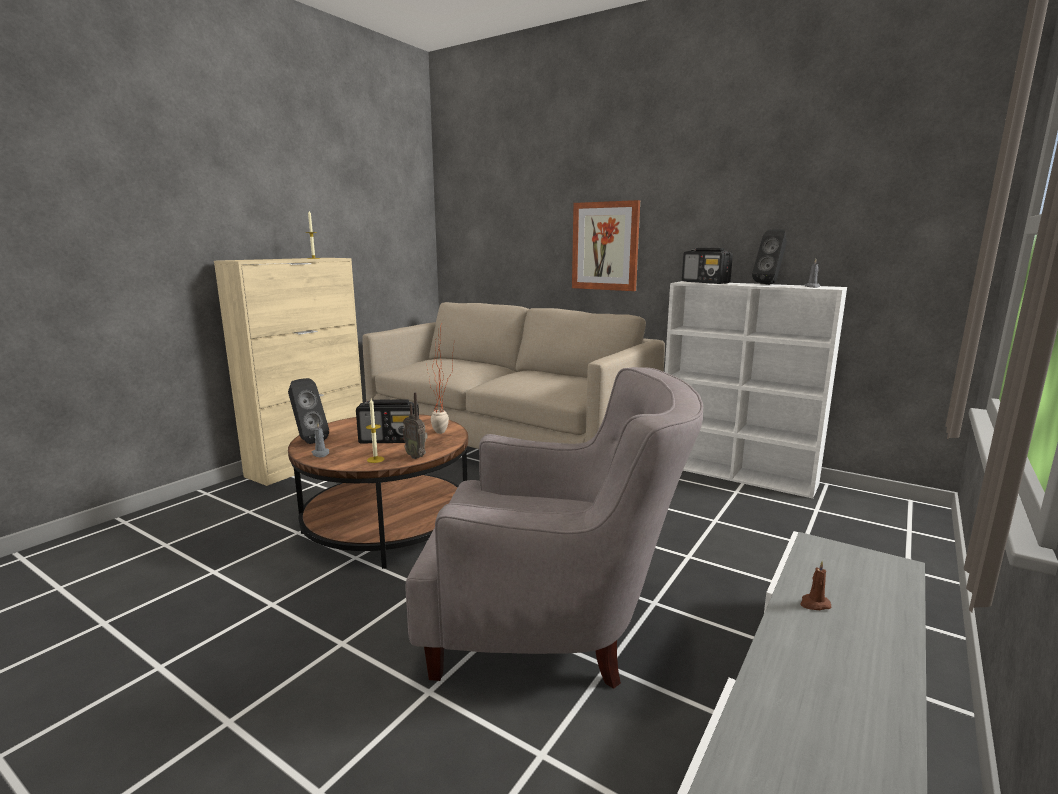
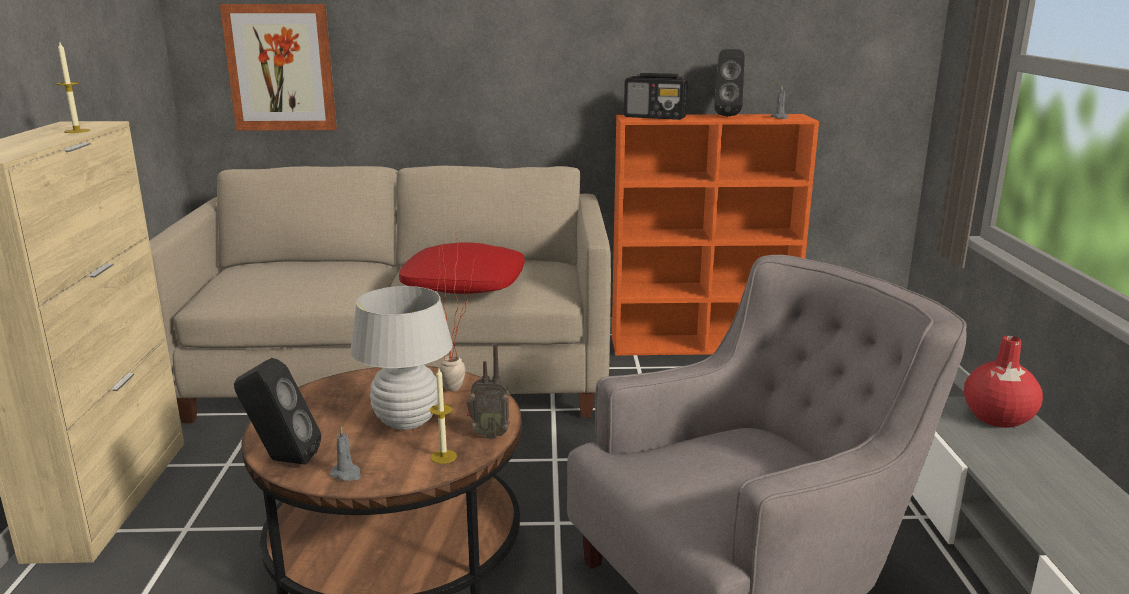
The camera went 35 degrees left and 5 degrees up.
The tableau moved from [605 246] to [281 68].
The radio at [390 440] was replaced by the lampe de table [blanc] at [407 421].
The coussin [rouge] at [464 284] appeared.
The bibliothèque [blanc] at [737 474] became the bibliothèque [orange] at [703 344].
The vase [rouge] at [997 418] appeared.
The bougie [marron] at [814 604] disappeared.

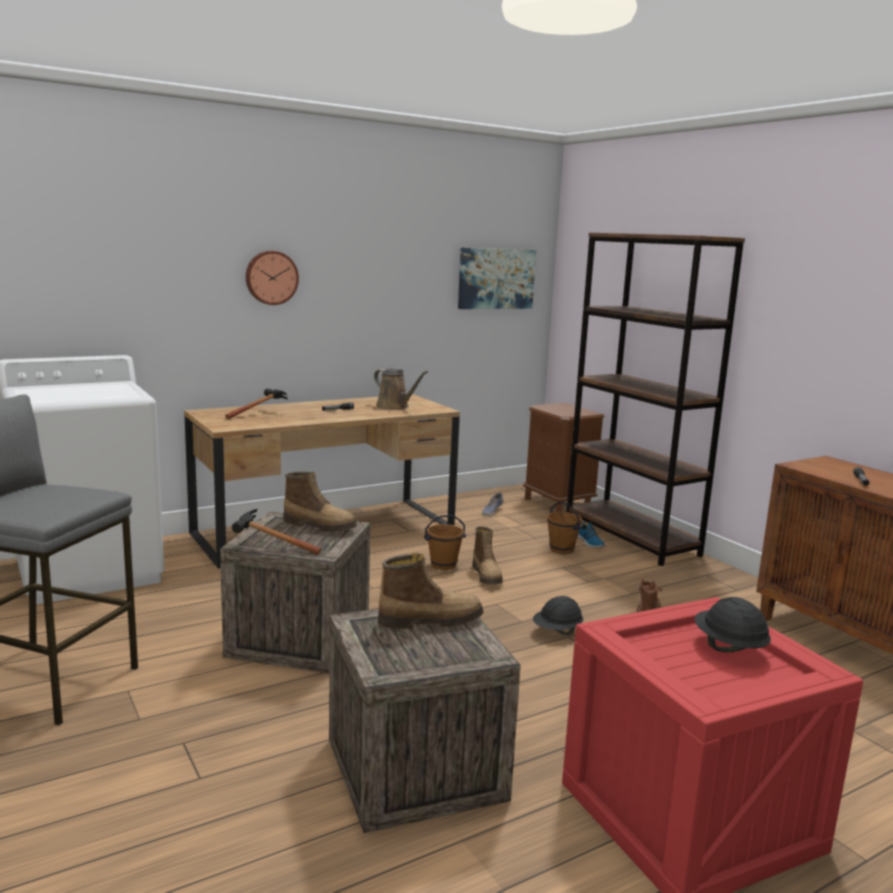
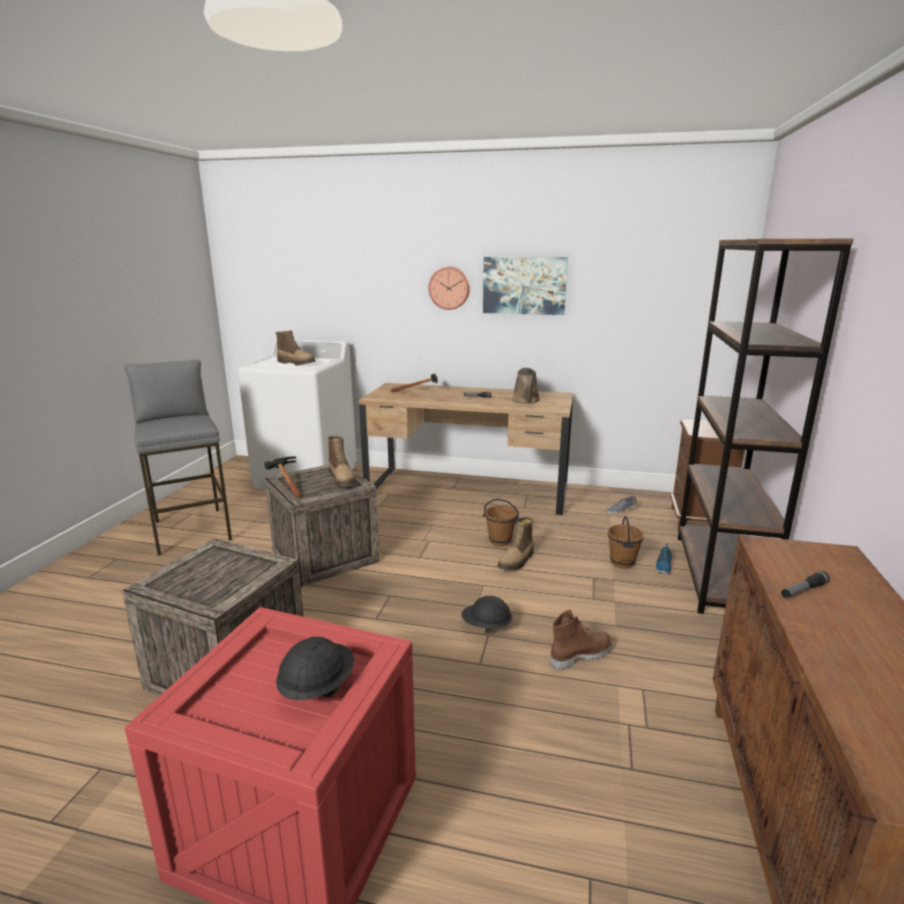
The camera went 45 degrees right and 5 degrees up.
The botte moved from [430 620] to [297 363].
The tableau moved from [496 278] to [524 285].

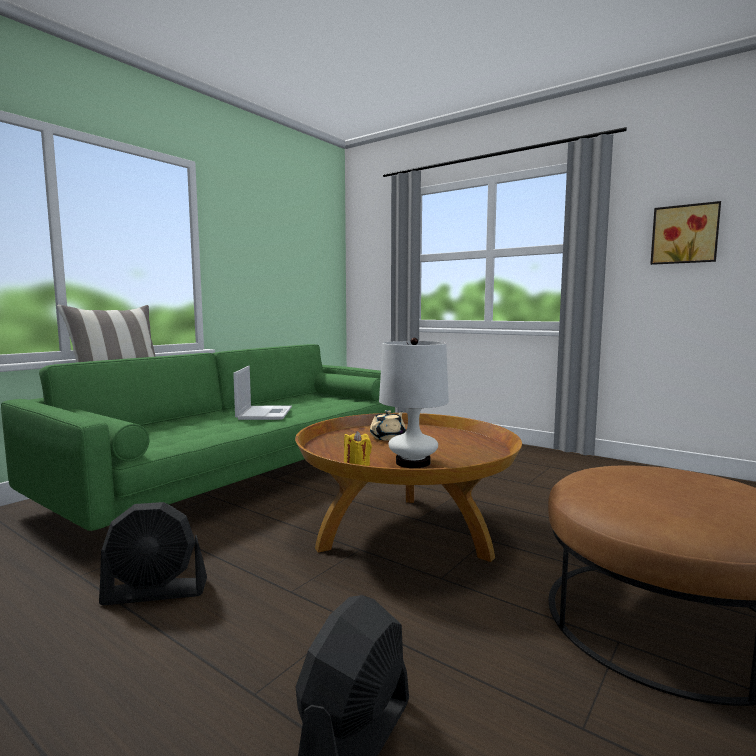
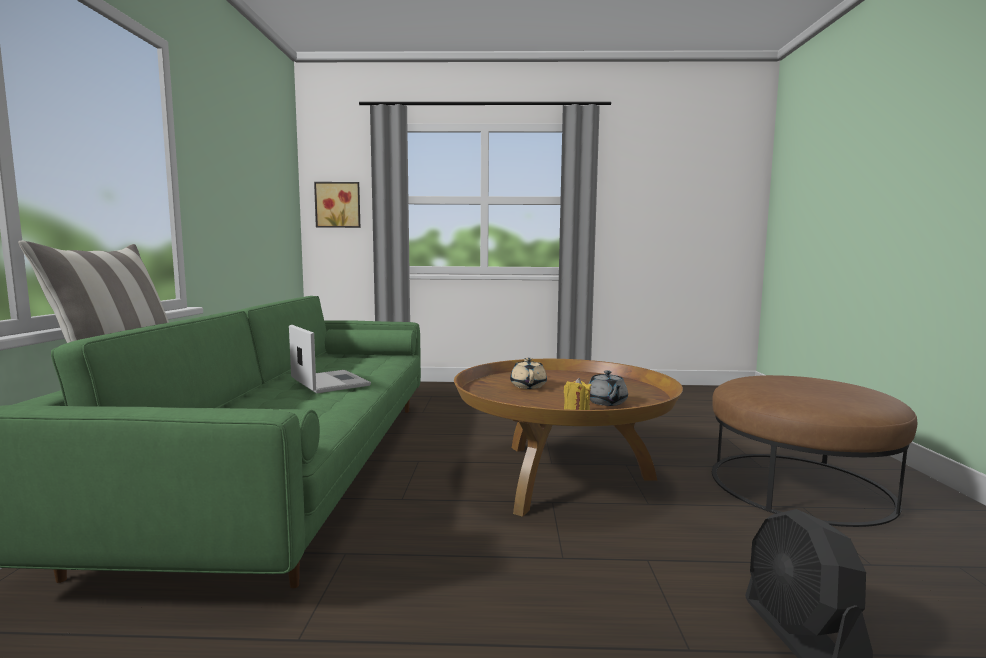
The camera went 35 degrees left and 0 degrees up.
The tableau moved from [684 234] to [338 205].
The lampe de table [blanc] at [413 463] was replaced by the théière [gris] at [606 402].
The ventilateur [noir] at [156 592] disappeared.

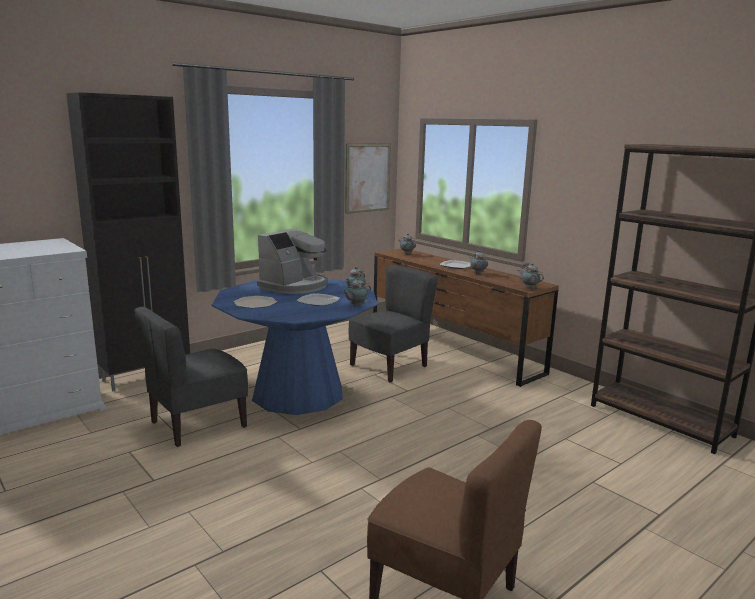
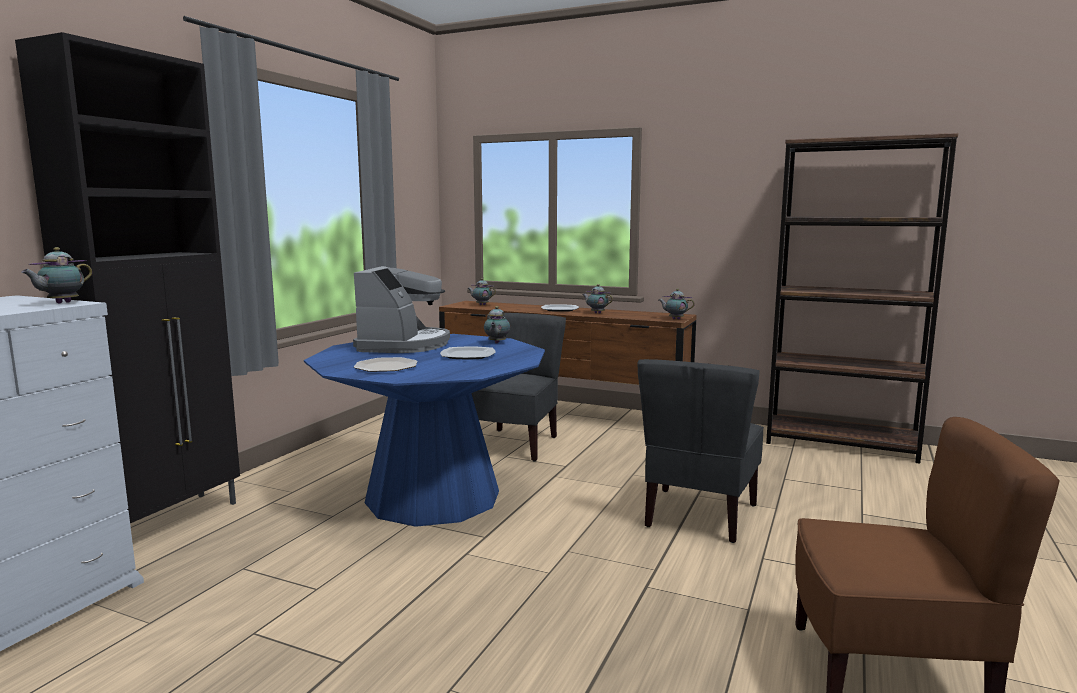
The camera went 25 degrees left and 5 degrees down.
The théière moved from [356 306] to [61 303].
The chaise [gris] moved from [197 424] to [699 515].
The tableau at [368 178] disappeared.

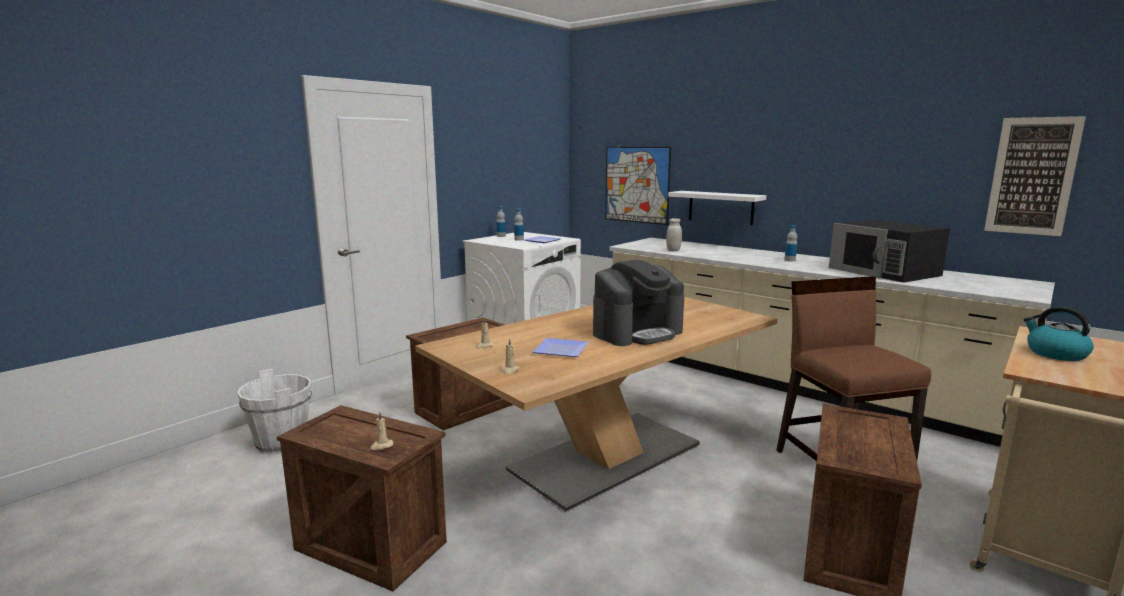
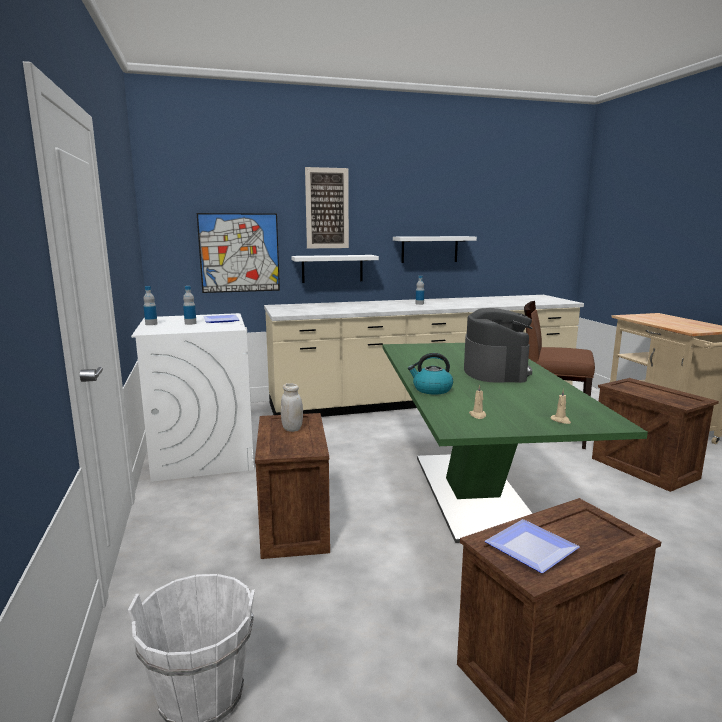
The camera went 55 degrees left and 0 degrees up.
The bocal [blanc] moved from [673 250] to [292 429].
The tableau moved from [1032 176] to [327 208].
The table à manger [beige] at [606 458] became the table à manger [vert] at [473 493].
The étagère [blanc] at [429 249] appeared.
The bouilloire moved from [1055 354] to [431 390].
The assiette moved from [560 349] to [528 548].
The bougie [beige] at [381 446] disappeared.
The micro-ondes [noir] at [884 272] disappeared.

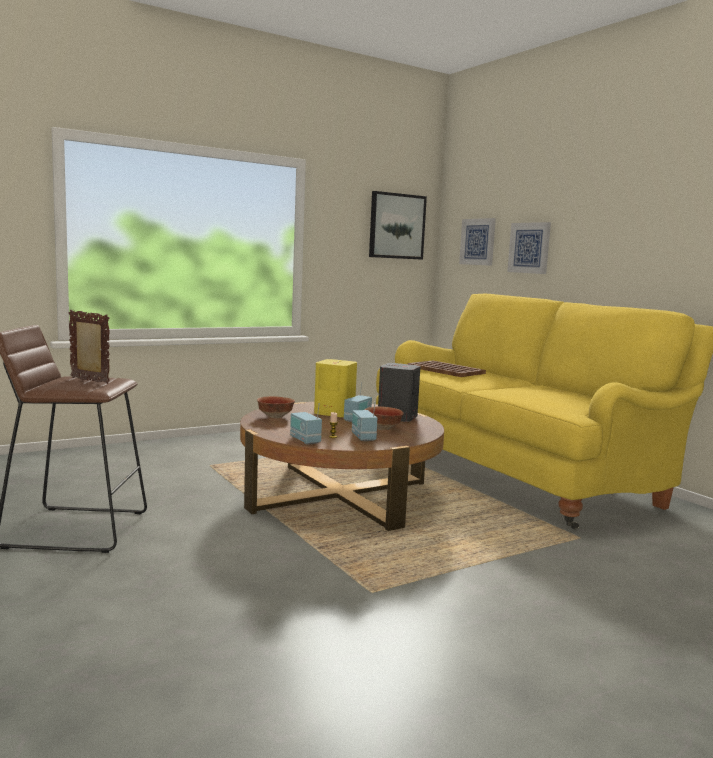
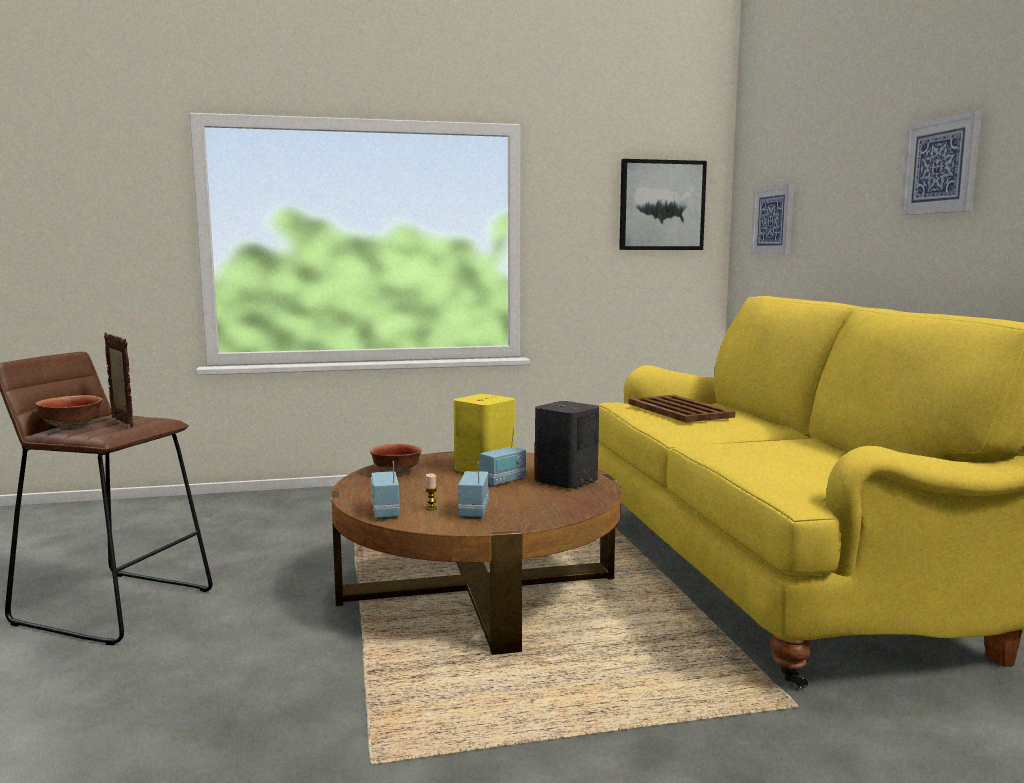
The camera went 20 degrees right and 0 degrees up.
The bol moved from [383 428] to [73 428].
The tableau moved from [529 248] to [941 166].

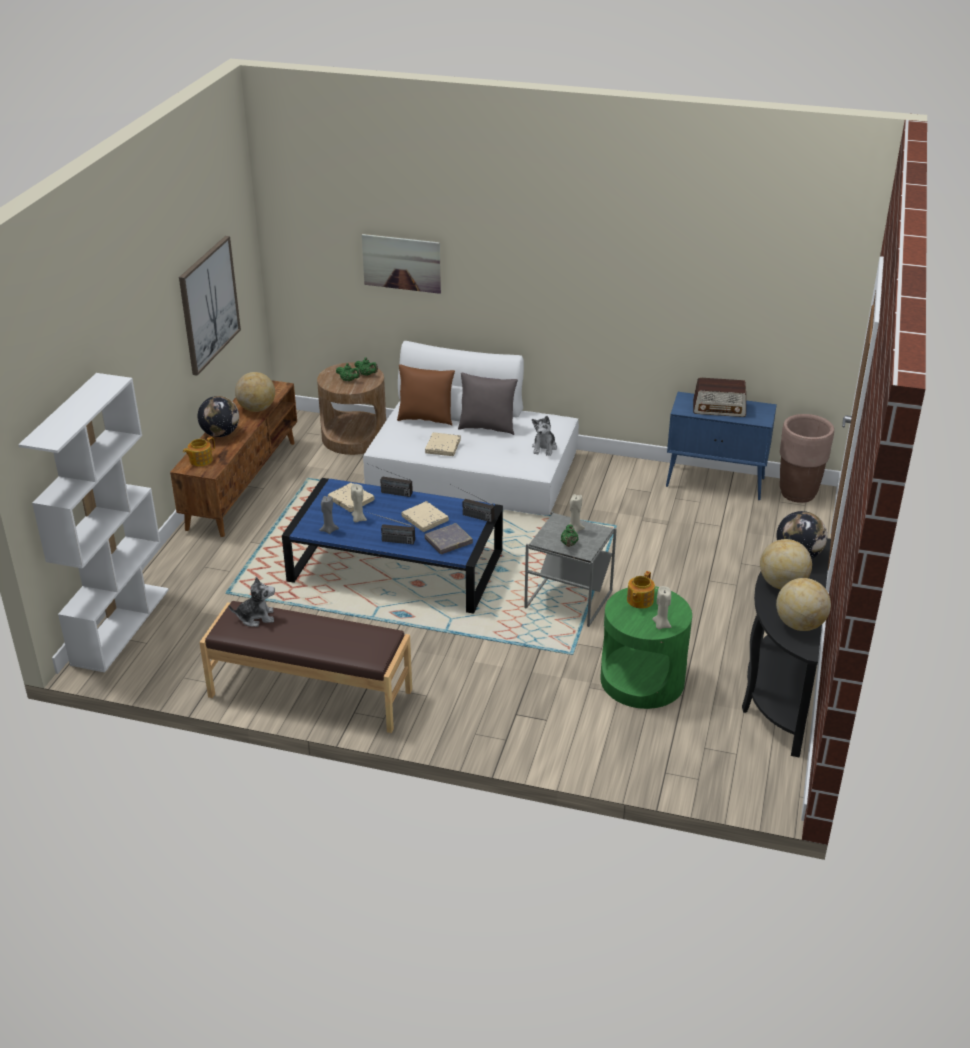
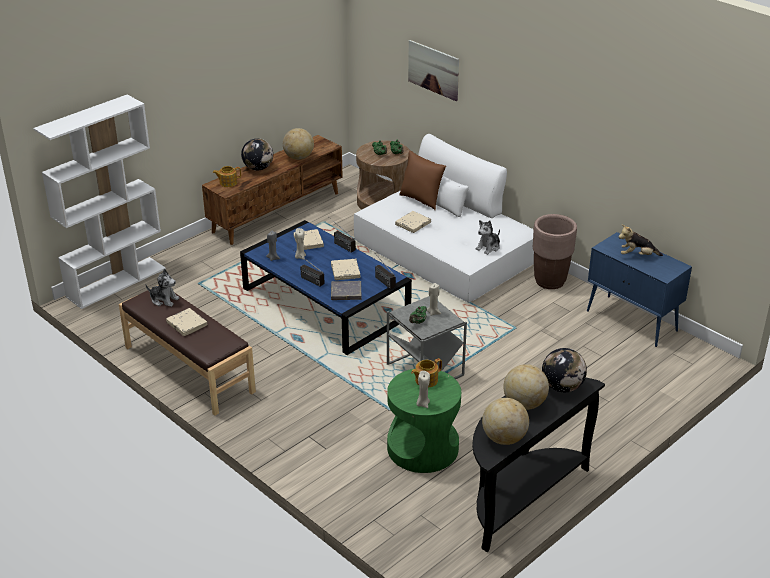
The camera went 30 degrees right and 0 degrees up.
The livre [beige] at [187 324] appeared.
The cache-pot [marron] moved from [798 493] to [550 281].
The radio at [719 409] was replaced by the peluche at [637 255].
The tableau at [209 304] disappeared.
The coussin [gris] at [487 427] disappeared.

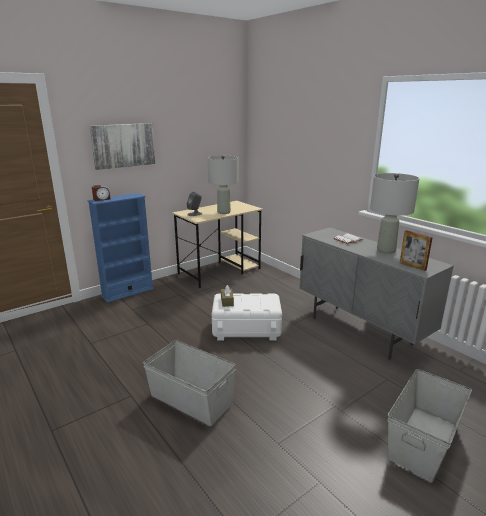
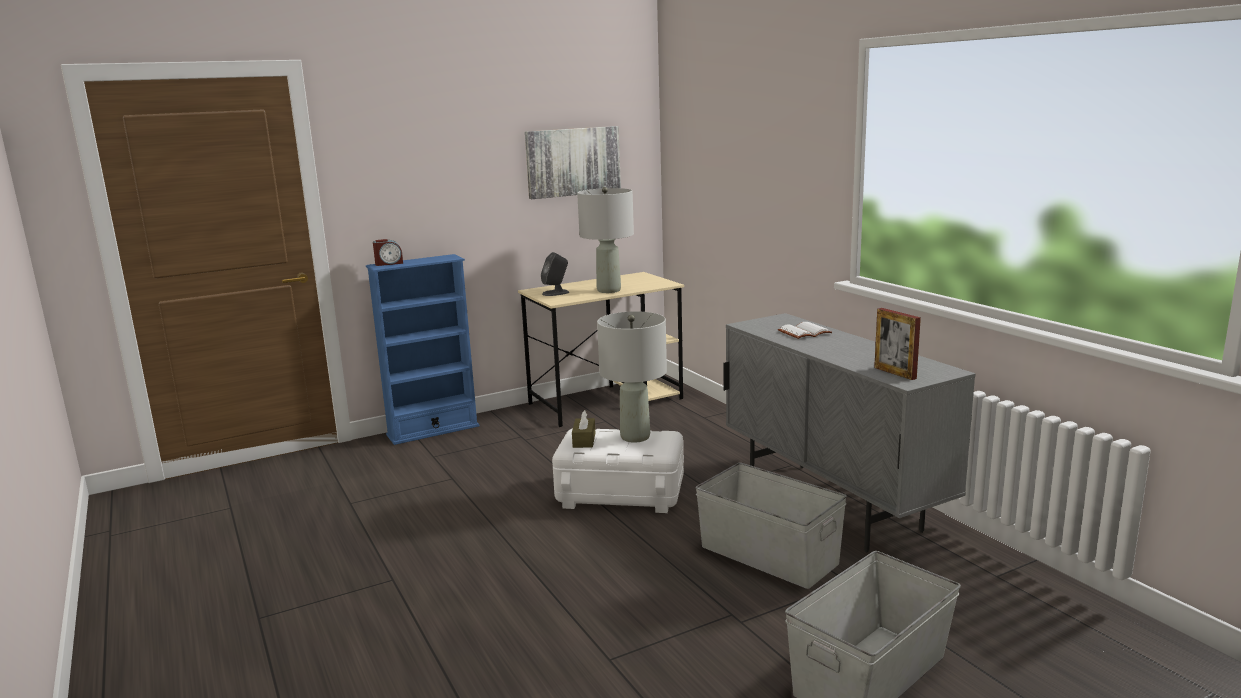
The camera went 10 degrees right and 5 degrees down.
The tableau moved from [123 145] to [573 161].
The lampe de table [gris] moved from [386 250] to [634 437].
The boîte de rangement [gris] moved from [191 399] to [769 555].

